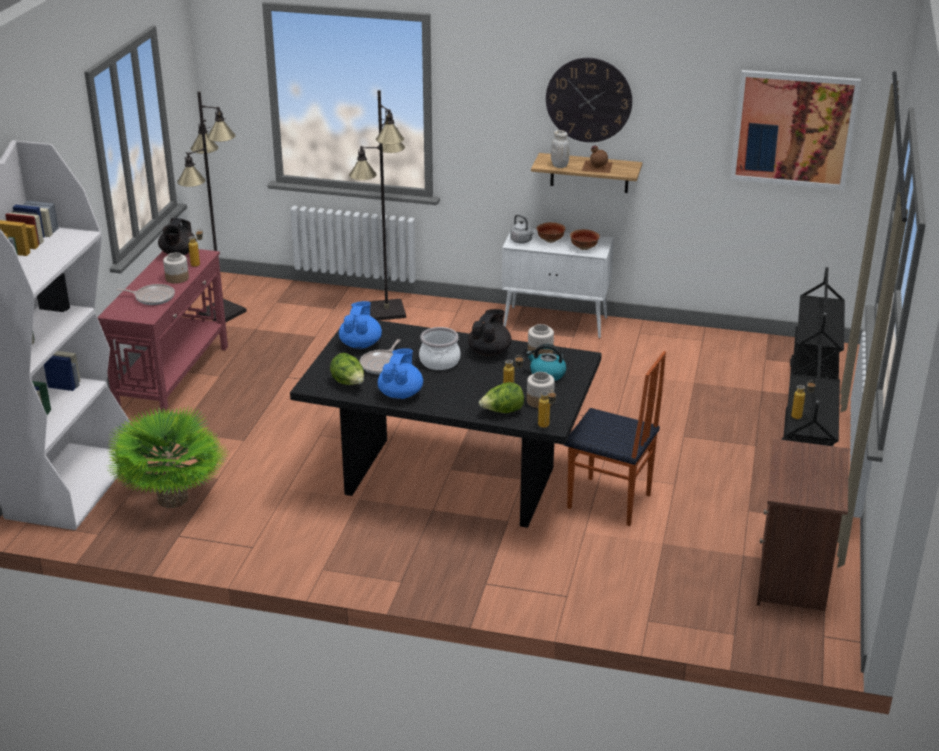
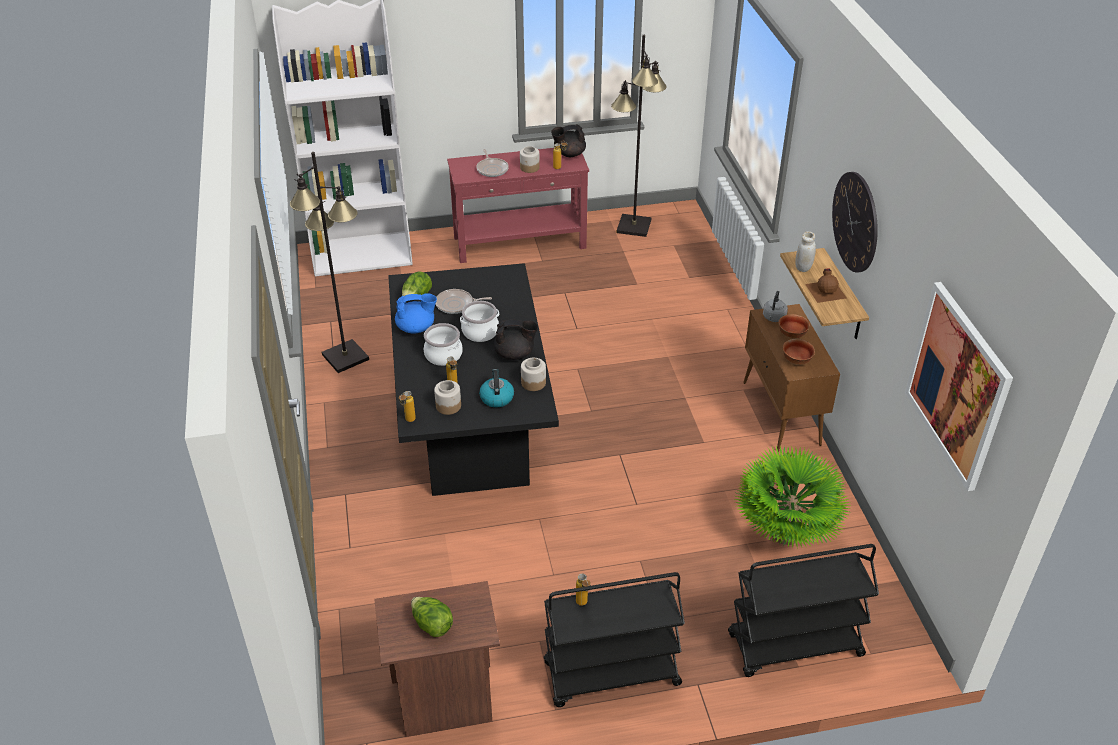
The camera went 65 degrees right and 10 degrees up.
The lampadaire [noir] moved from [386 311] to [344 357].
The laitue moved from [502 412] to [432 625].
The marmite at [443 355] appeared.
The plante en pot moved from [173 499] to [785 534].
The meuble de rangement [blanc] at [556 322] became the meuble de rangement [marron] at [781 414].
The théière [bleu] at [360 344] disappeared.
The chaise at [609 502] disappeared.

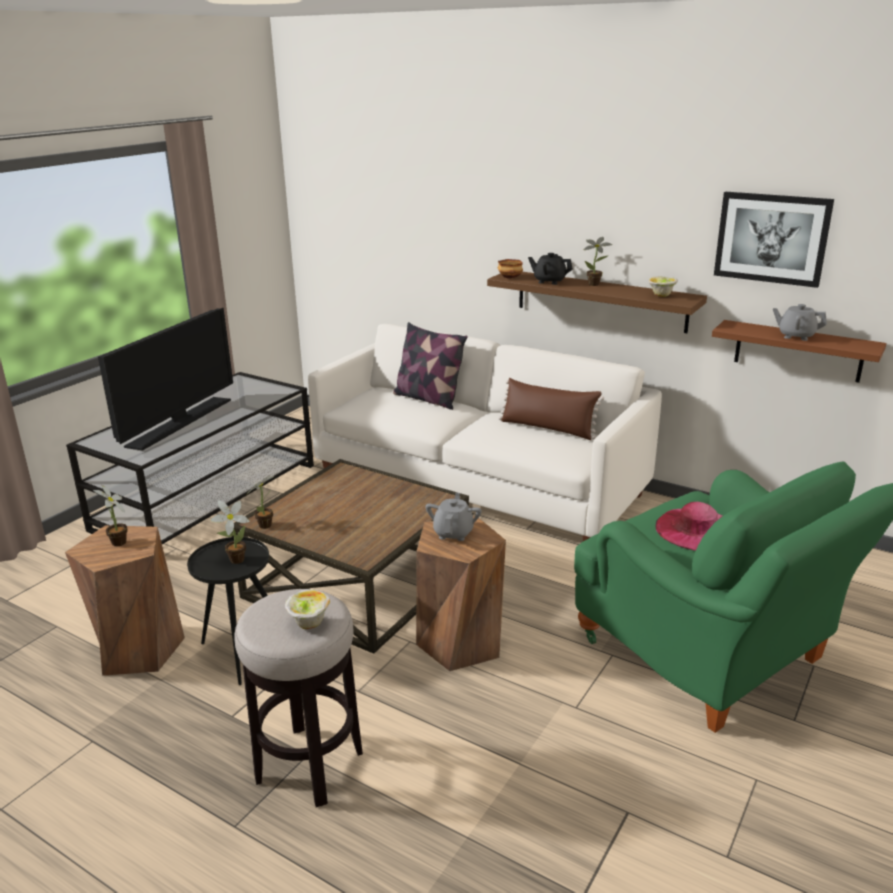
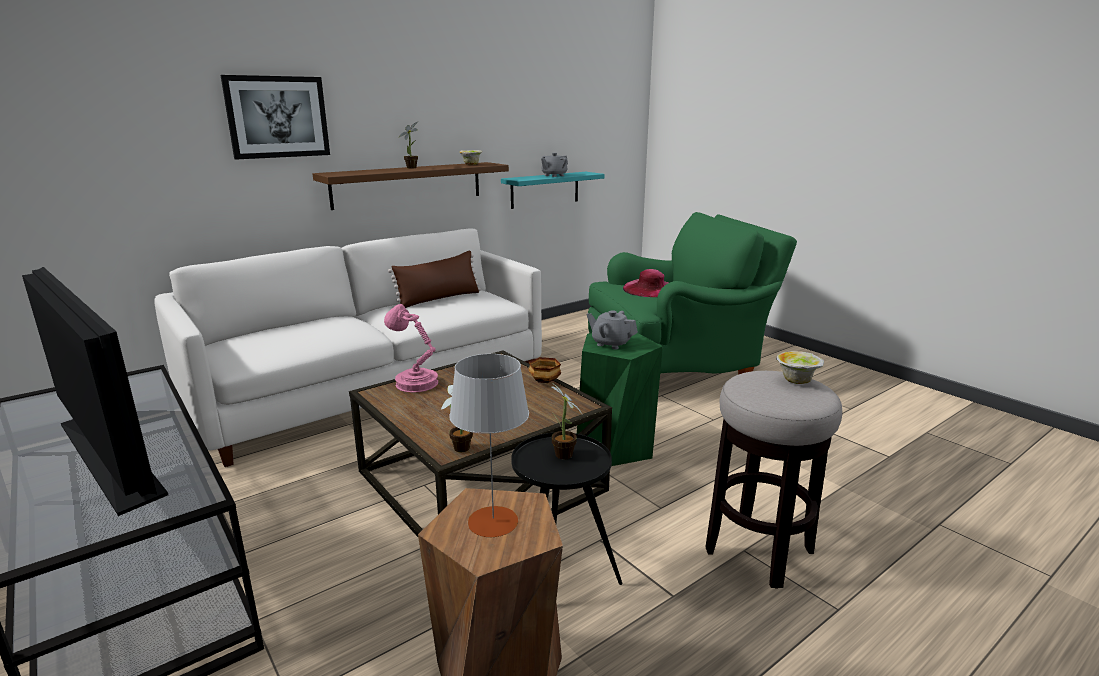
The camera went 70 degrees left and 5 degrees down.
The tableau moved from [771 238] to [277 117].
The lampe de table [rose] at [414 382] appeared.
The plante en pot at [118 544] was replaced by the lampe de table [gris] at [493 521].
The étagère [marron] at [798 351] became the étagère [turquoise] at [545 190].
The bol moved from [509 277] to [544 381].
The tabouret [marron] at [460 642] became the tabouret [vert] at [615 446].
The coussin at [428 398] disappeared.
The théière [noir] at [549 281] disappeared.

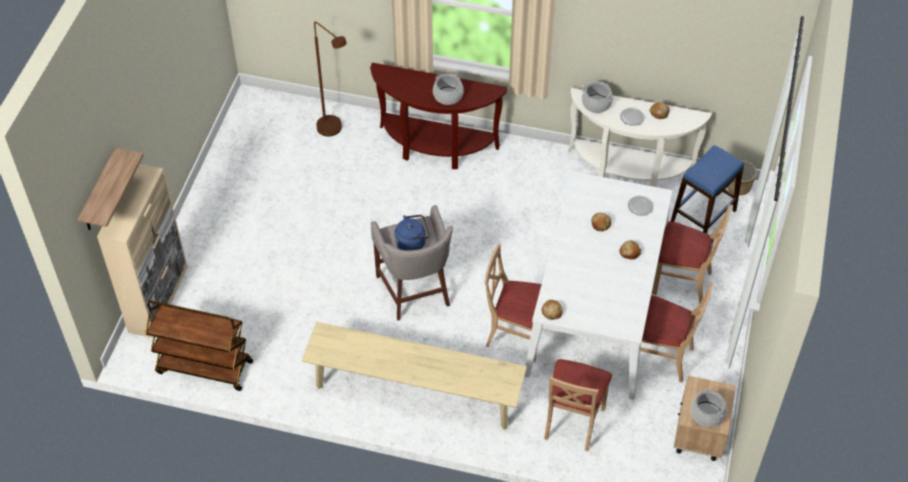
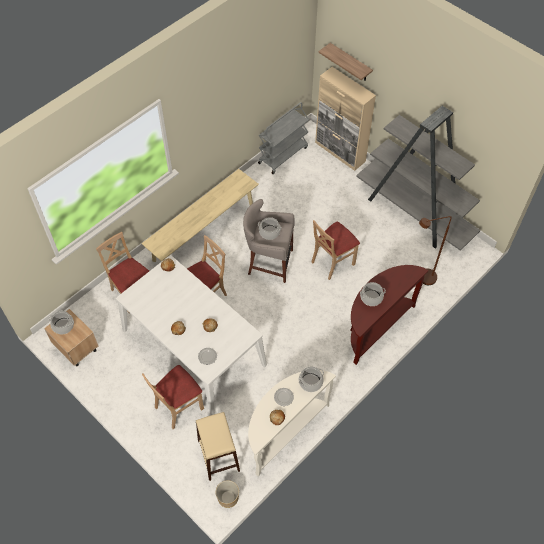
The camera went 120 degrees right and 5 degrees up.
The tabouret [bleu] at [703 216] became the tabouret [beige] at [218 455].
The chariot [marron] at [203 367] became the chariot [gris] at [283 155].
The bouilloire [bleu] at [412 243] was replaced by the marmite at [269 232].
The chaise [beige] moved from [662 357] to [332 262].
The bibliothèque [gris] at [414 213] appeared.

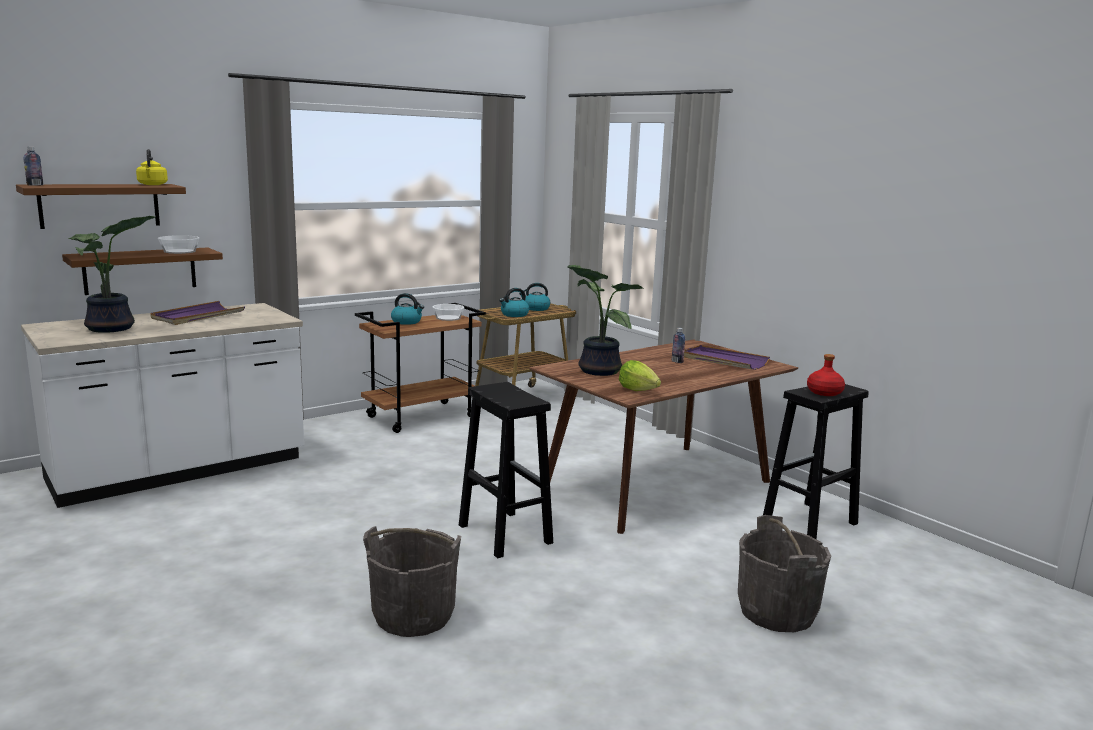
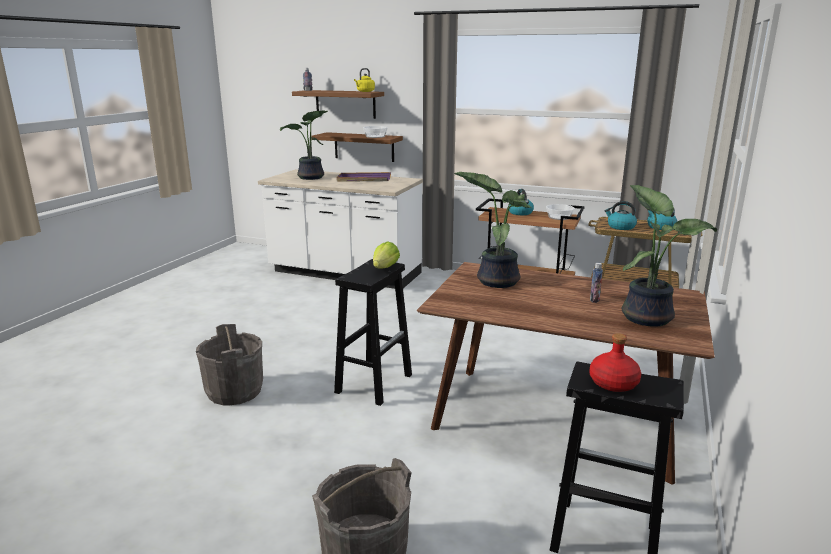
The camera went 60 degrees right and 5 degrees up.
The laitue moved from [638 390] to [385 268].
The plateau [violet] at [724 360] was replaced by the plante en pot at [647 317].

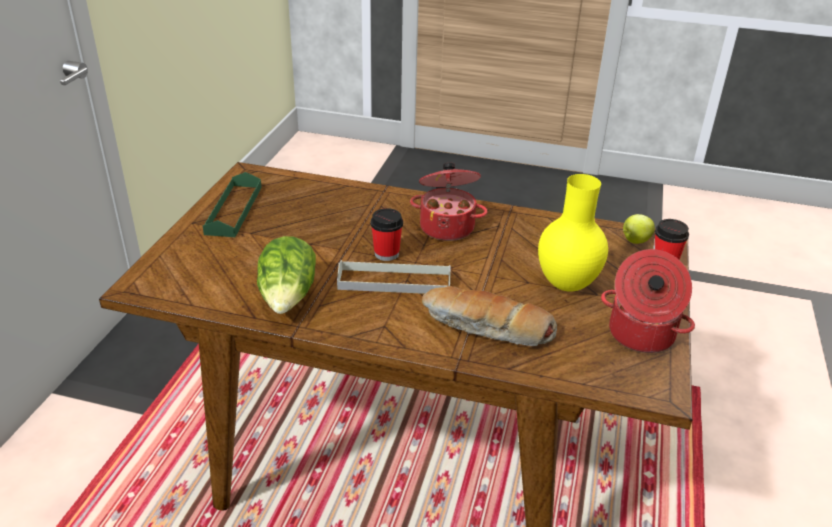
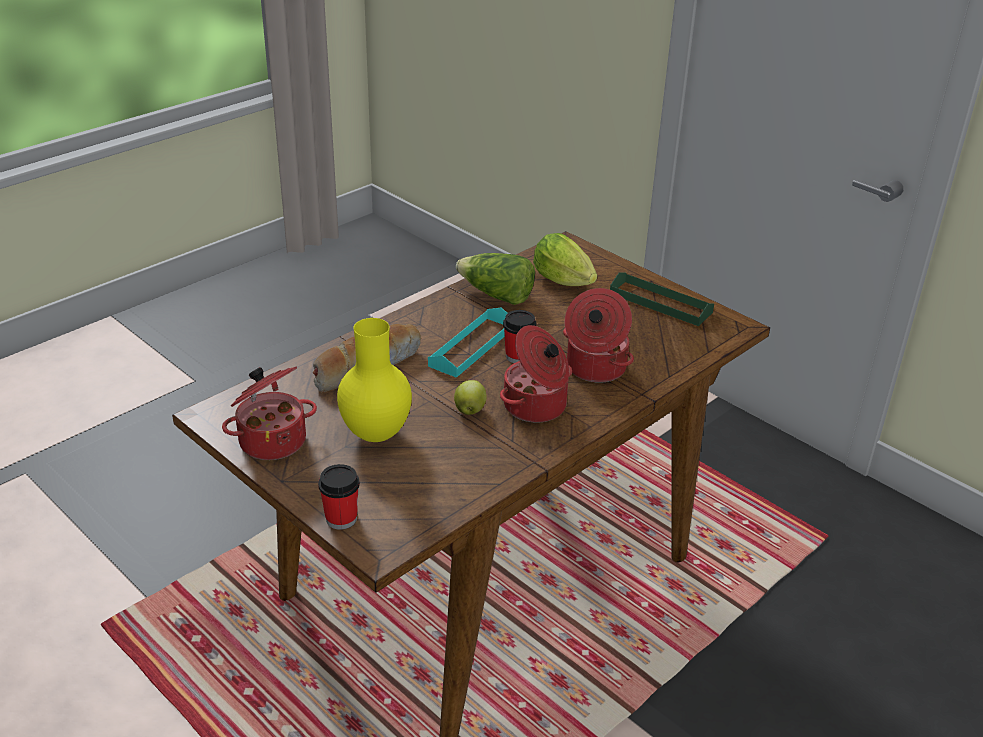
The camera went 120 degrees right and 0 degrees up.
The plateau [gris] at [394 281] became the plateau [turquoise] at [472 346].
The pomme moved from [635 241] to [470 410].
The laitue at [566 283] appeared.
The marmite at [594 368] appeared.

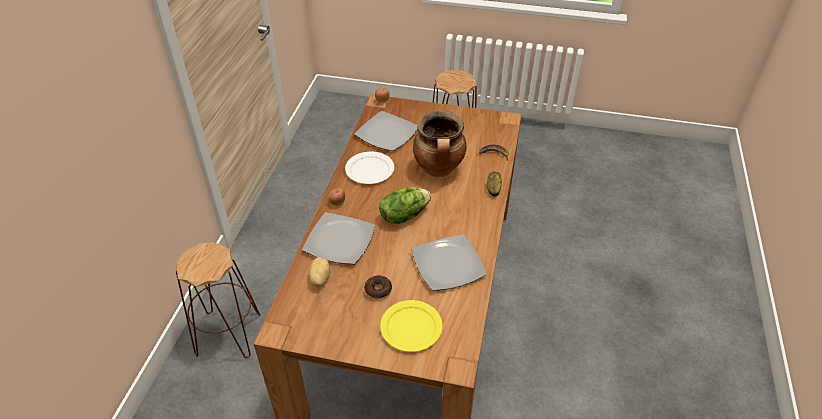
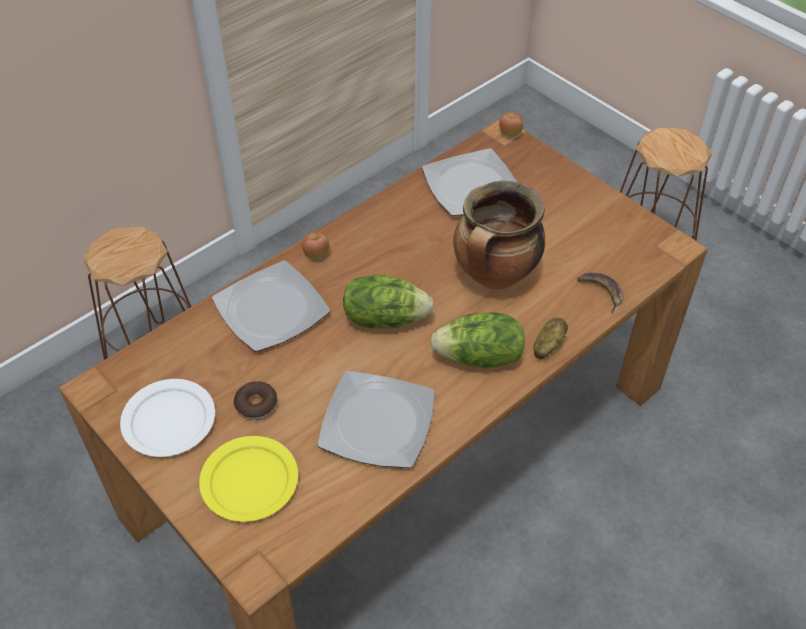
The camera went 35 degrees right and 5 degrees up.
The assiette [blanc] moved from [369 170] to [168 420].
The laitue at [479 358] appeared.
The pomme de terre at [319 279] disappeared.

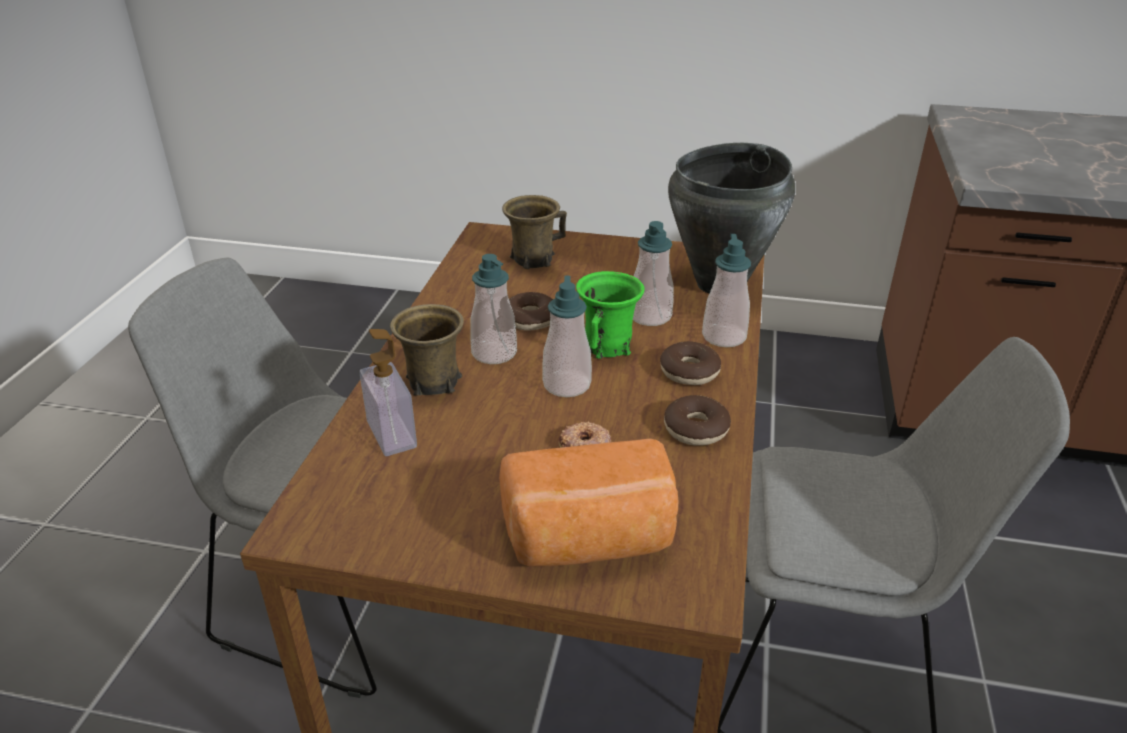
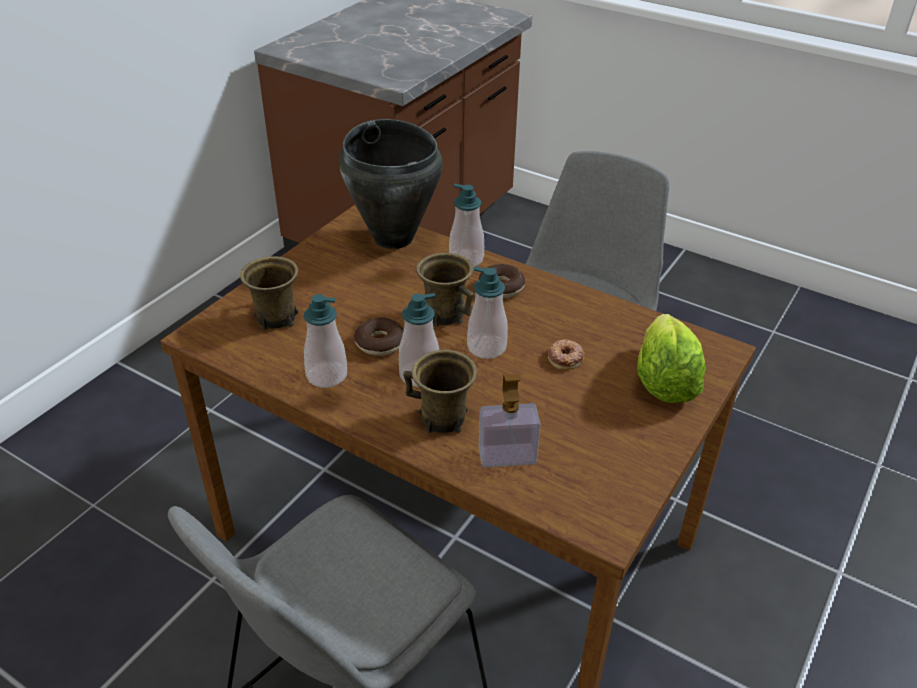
The camera went 70 degrees left and 5 degrees up.
The distributeur de savon moved from [650 316] to [327 375].
The mug [vert] at [608 345] became the mug [marron] at [445 313].
The pain at [590 540] was replaced by the laitue at [664 381].
The beignet at [696 429] disappeared.

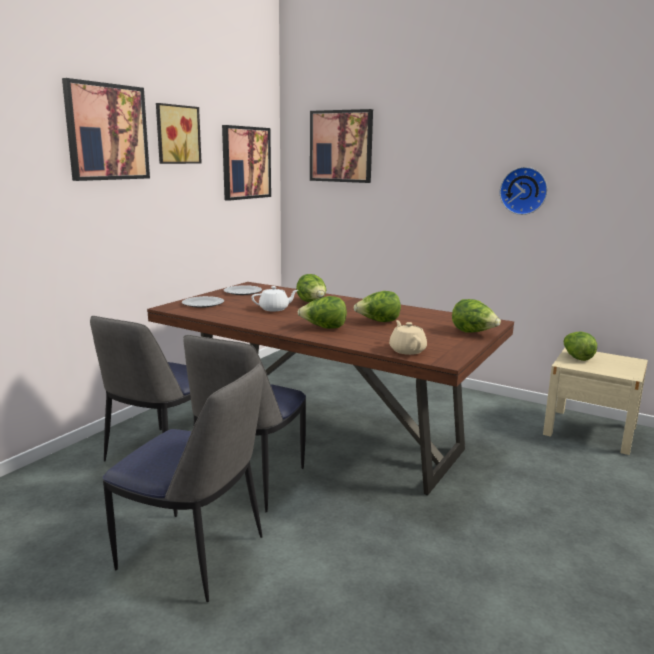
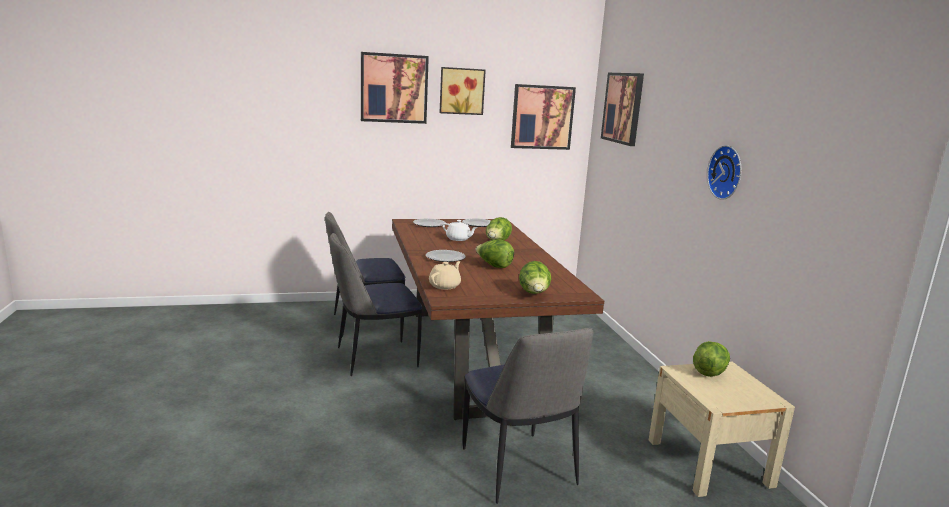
The camera went 45 degrees right and 0 degrees up.
The laitue at [324 328] was replaced by the assiette at [445 258].
The chaise moved from [195 555] to [519 469].

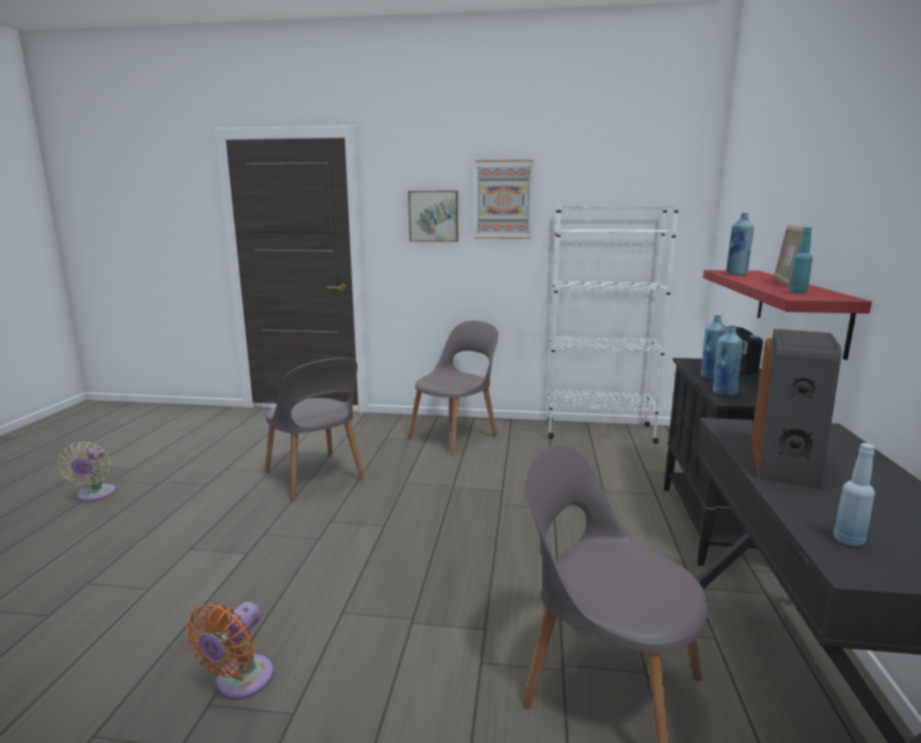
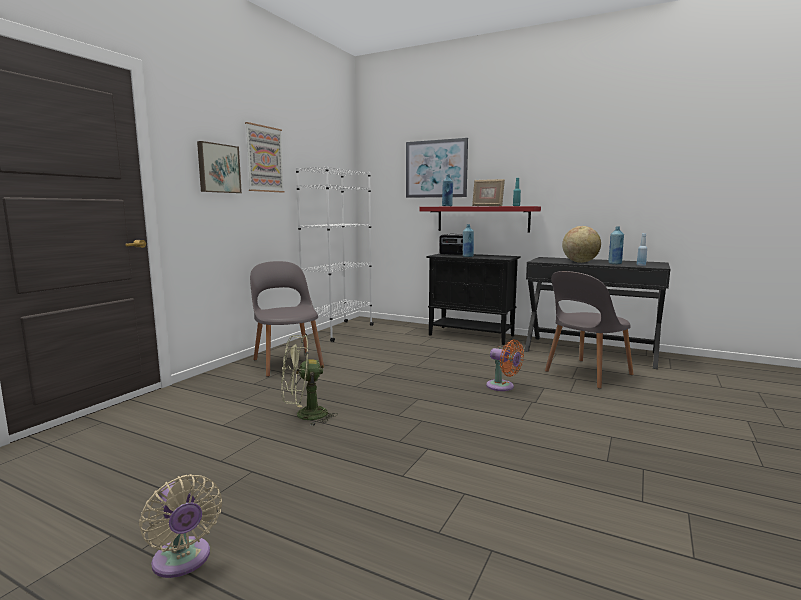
The camera went 70 degrees left and 5 degrees down.
The ventilateur [beige] at [95 495] turned 45 degrees clockwise.
The chaise [gris] at [315 477] was replaced by the ventilateur [vert] at [304 416].
The tableau at [436 169] appeared.
The ventilateur [orange] moved from [240 682] to [502 387].
The enceinte at [786 462] was replaced by the globe at [580 262].
The bouteille [bleu] moved from [724 392] to [614 263].

